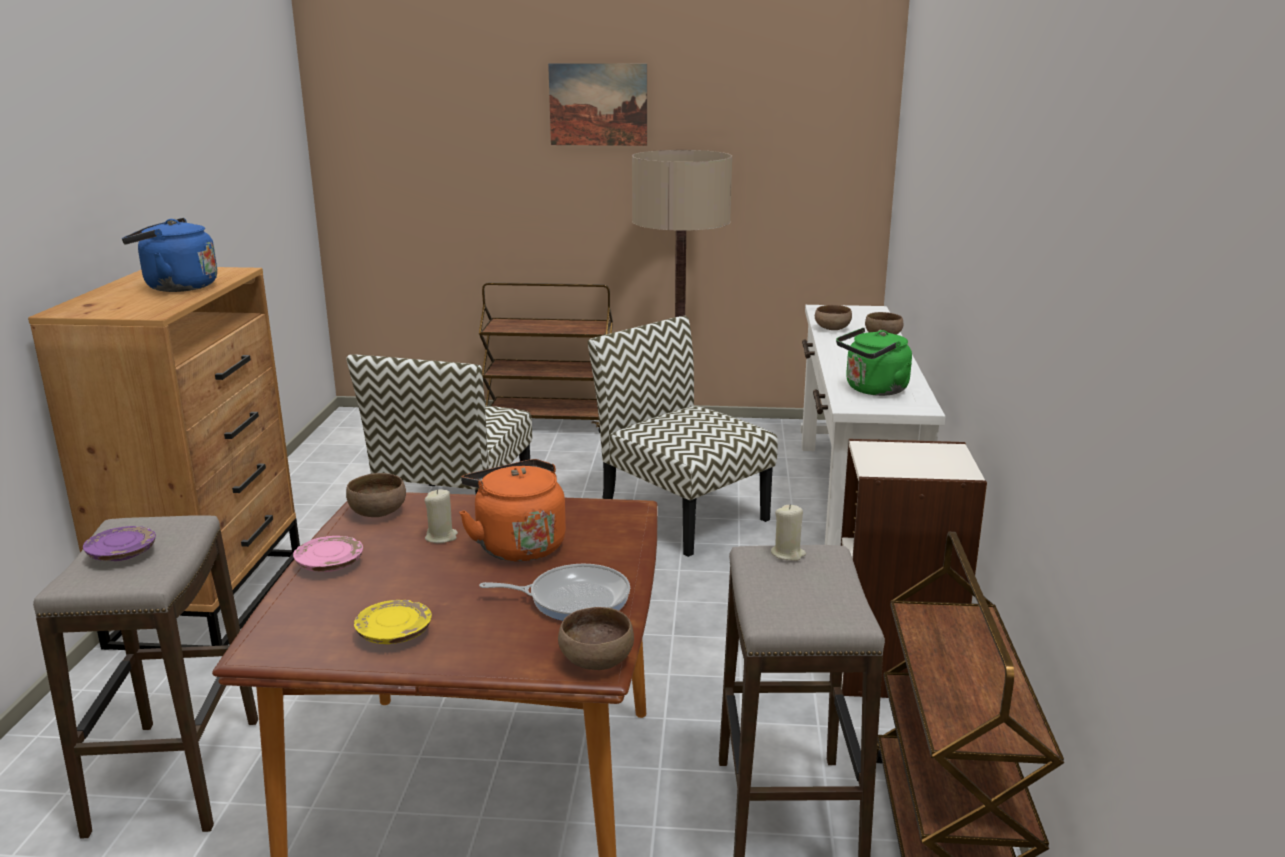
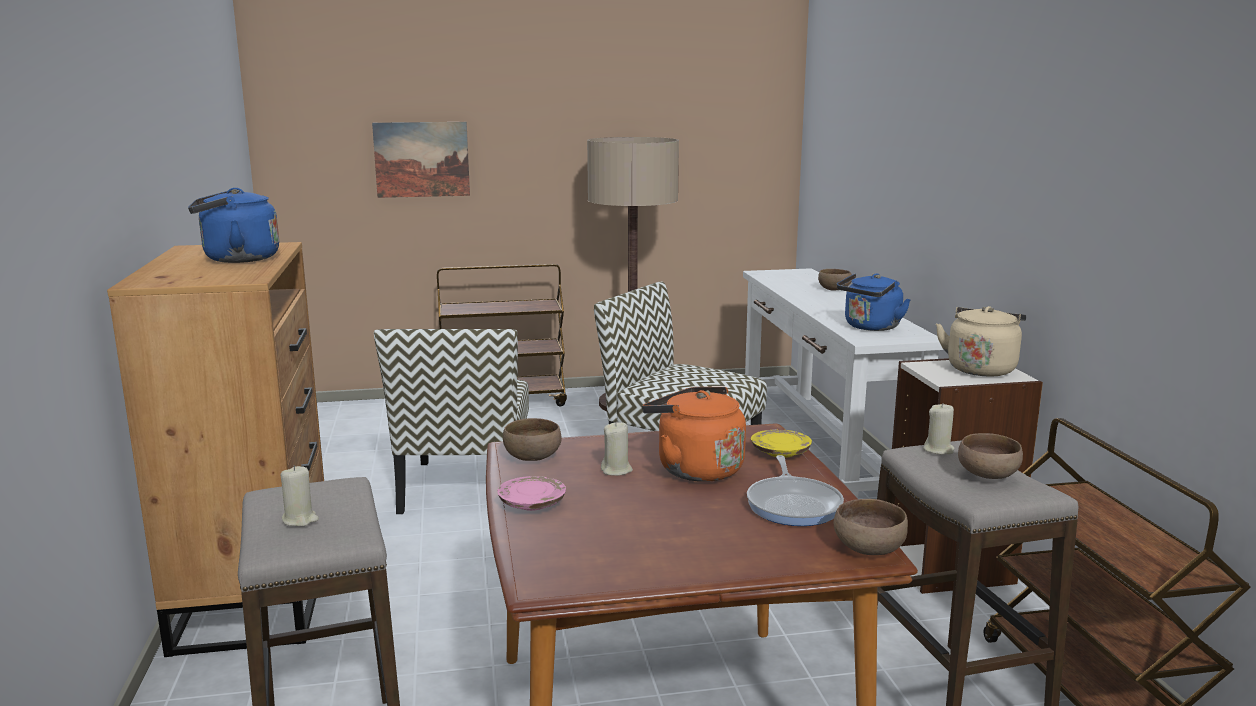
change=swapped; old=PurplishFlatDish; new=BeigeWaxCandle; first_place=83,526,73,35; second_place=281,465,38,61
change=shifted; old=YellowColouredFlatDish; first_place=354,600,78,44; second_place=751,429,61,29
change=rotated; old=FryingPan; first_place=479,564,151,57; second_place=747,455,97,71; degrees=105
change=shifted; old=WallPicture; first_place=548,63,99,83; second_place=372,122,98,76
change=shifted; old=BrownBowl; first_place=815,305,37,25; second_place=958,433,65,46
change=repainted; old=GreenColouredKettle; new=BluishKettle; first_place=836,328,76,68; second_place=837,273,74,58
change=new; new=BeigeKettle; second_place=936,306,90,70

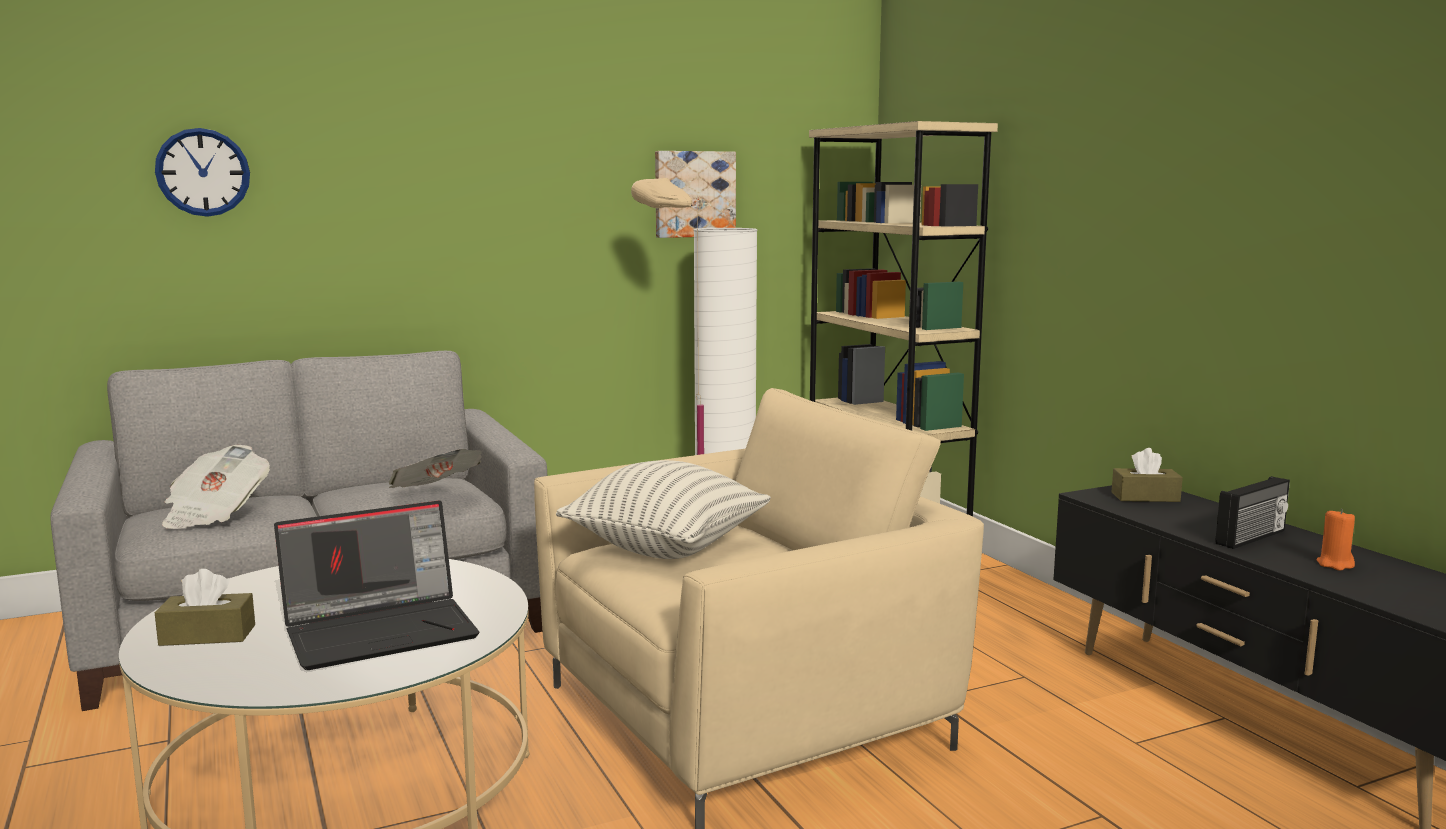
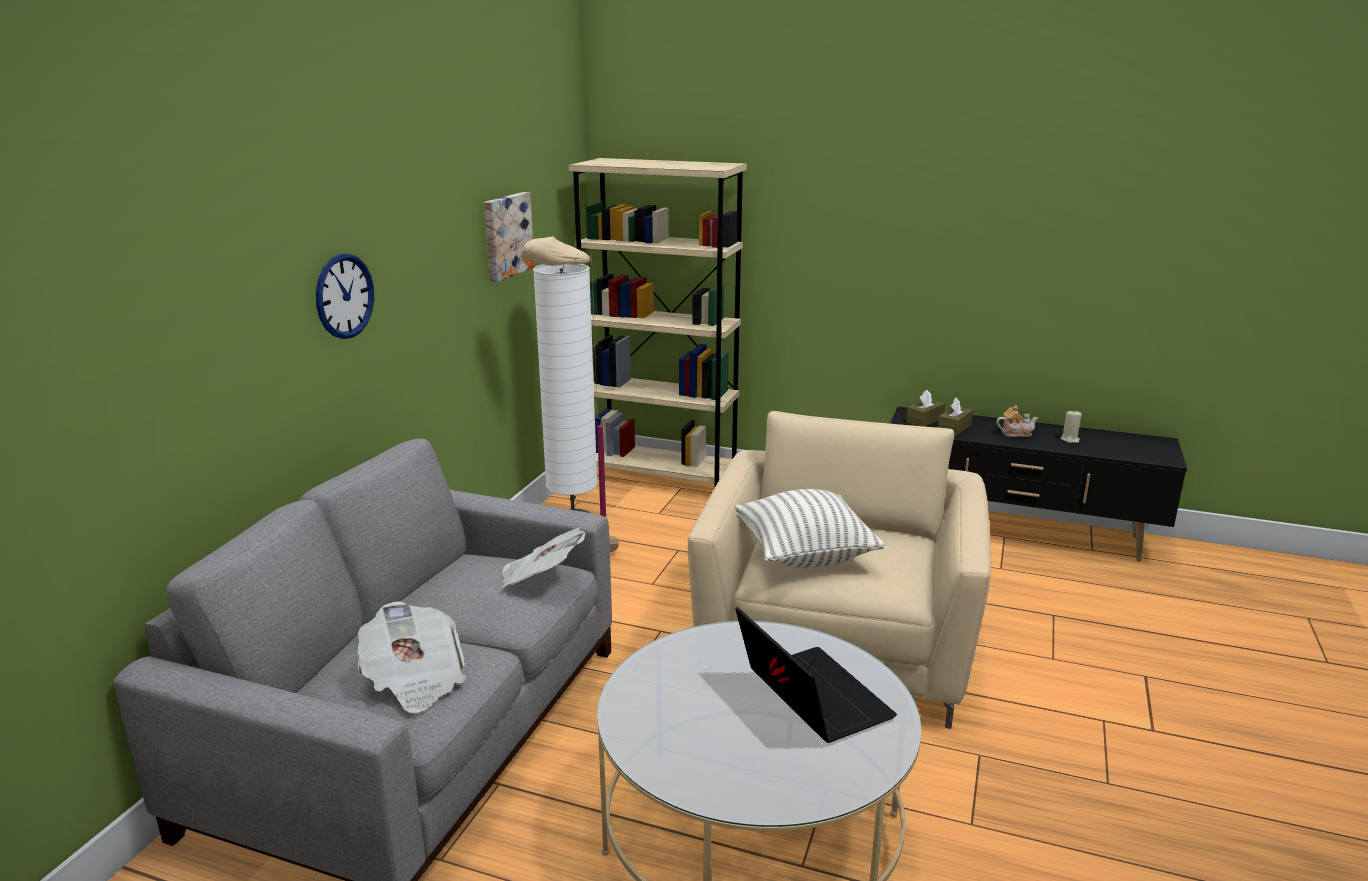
change=shifted; old=HangingClock; first_place=155,128,95,89; second_place=316,254,58,85
change=shifted; old=BrownTissueBox; first_place=155,569,100,77; second_place=938,397,35,39
change=rotated; old=NotebookComputer; first_place=274,501,205,169; second_place=735,607,162,136; degrees=-45
change=swapped; old=RadioSet; new=Teapot; first_place=1215,476,75,73; second_place=997,405,41,32
change=repainted; old=OrangeColouredWaxCandle; new=BeigeWaxCandle; first_place=1316,509,39,62; second_place=1061,410,21,33

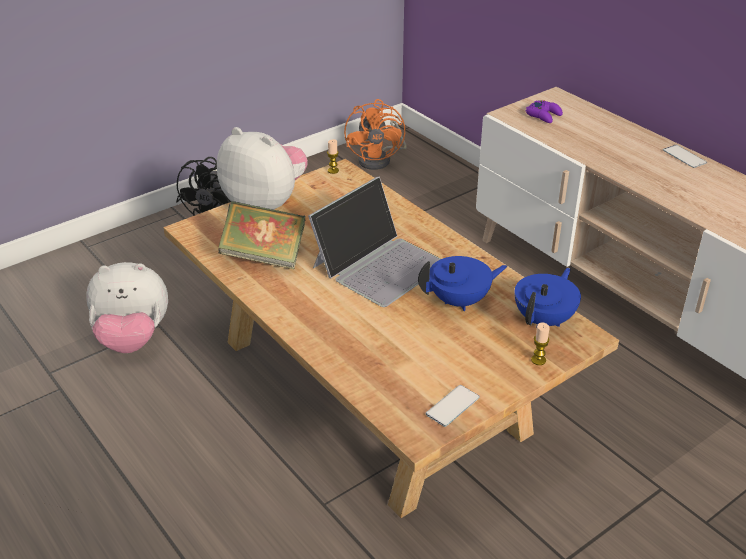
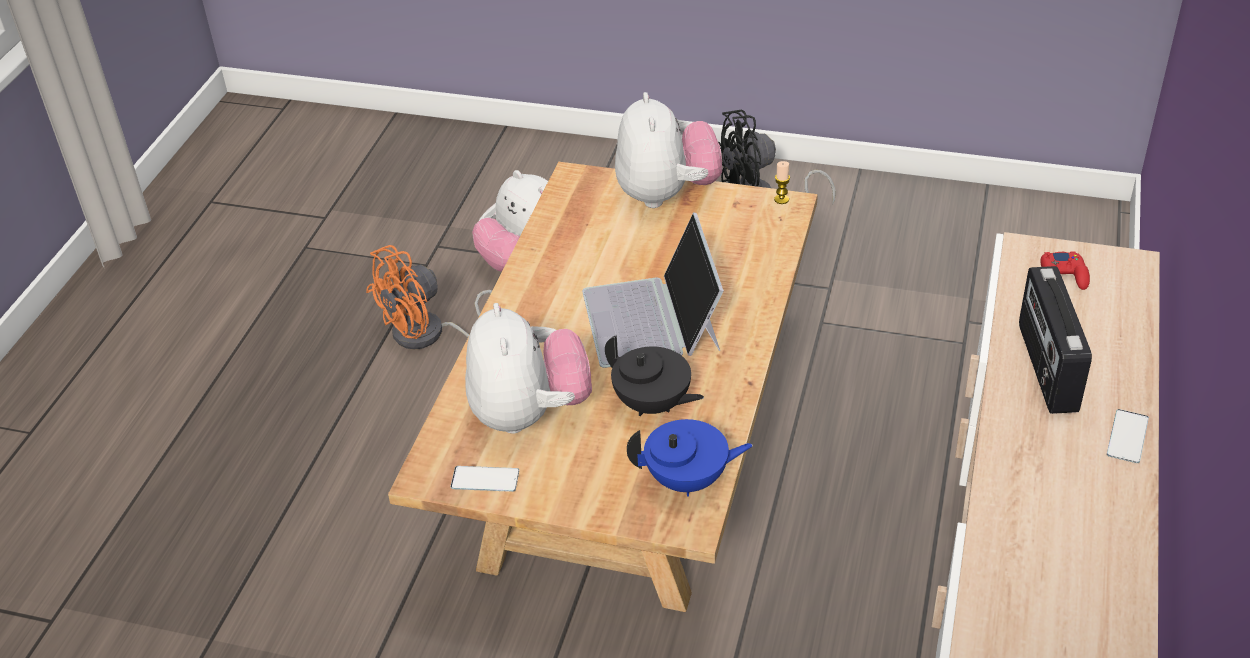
change=gone; old=BoundBook; first_place=219,201,86,68
change=rotated; old=NotebookComputer; first_place=308,176,133,131; second_place=582,212,142,156; degrees=75
change=shifted; old=OrangeColouredFan; first_place=344,99,63,71; second_place=366,245,126,104
change=repainted; old=BluishTeapot; new=BlackColouredTeapot; first_place=418,256,89,55; second_place=605,335,99,81
change=repainted; old=PurplishJoypad; new=ReddishJoypad; first_place=526,100,37,23; second_place=1040,252,50,38
change=gone; old=WaxCandle; first_place=531,323,19,42
change=new; new=SoftToy; second_place=465,303,127,131
change=new; new=RadioSet; second_place=1019,266,73,148

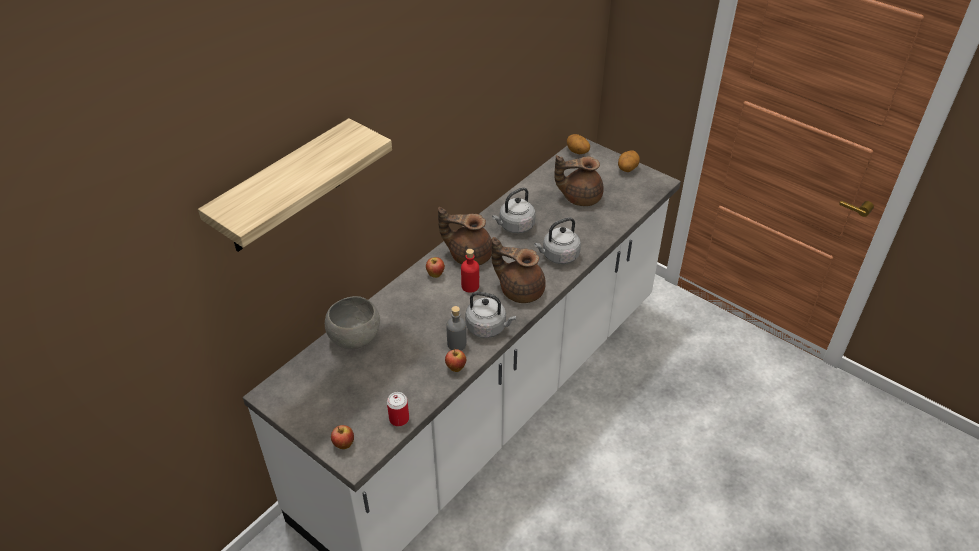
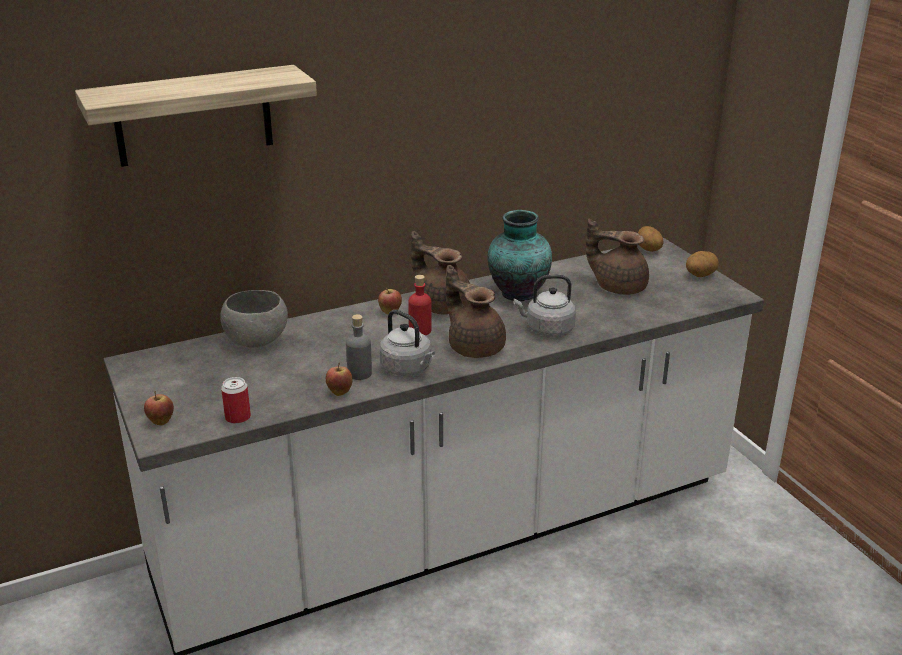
change=swapped; old=GreyishKettle; new=DecorativeVase; first_place=492,187,44,46; second_place=487,210,65,91

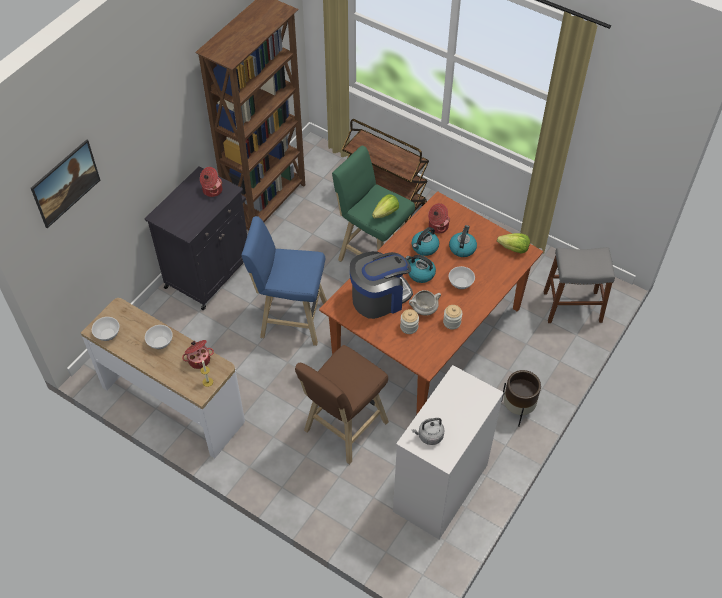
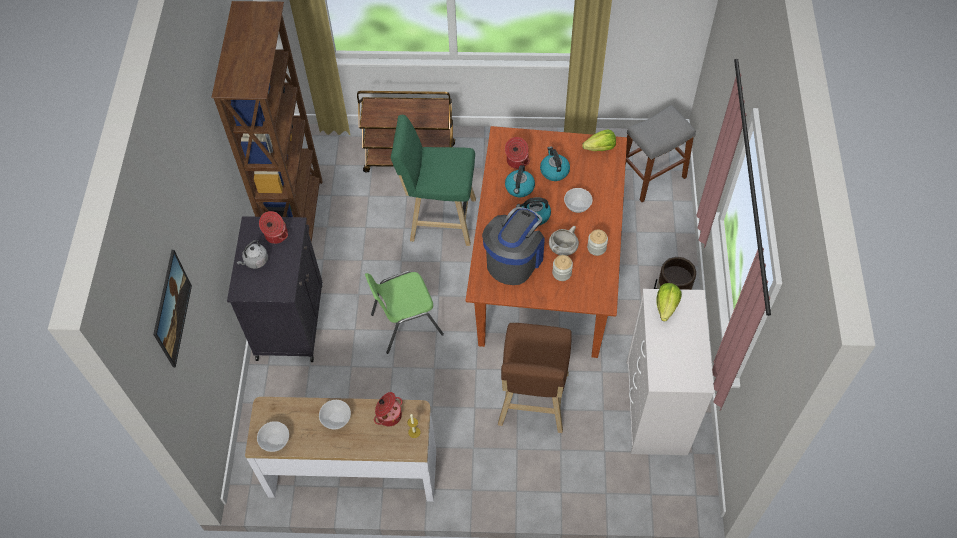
change=swapped; old=BluishStool; new=GreenColouredChair; first_place=241,216,86,130; second_place=365,271,79,83
change=shifted; old=HeadOfLettuce; first_place=372,194,27,25; second_place=656,283,26,39
change=shifted; old=GreyishKettle; first_place=412,418,33,27; second_place=237,240,31,29

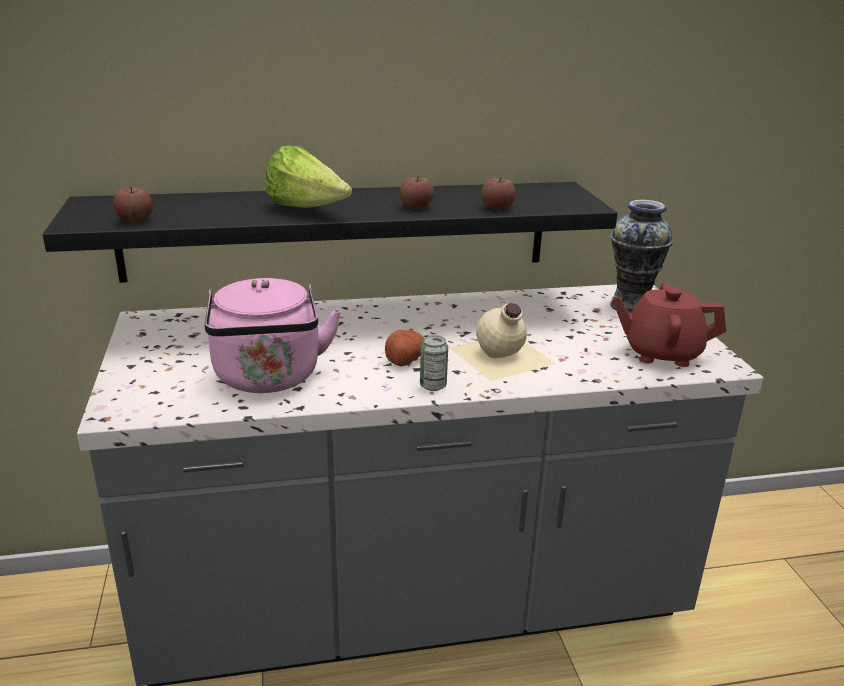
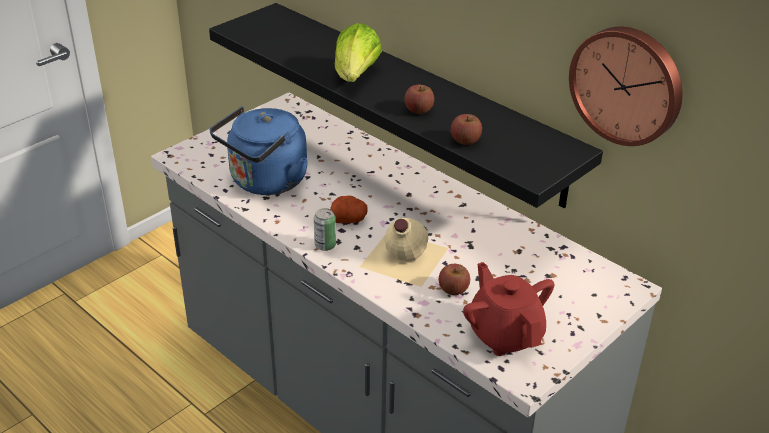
change=shifted; old=AppleFruit; first_place=113,187,40,36; second_place=439,264,31,31
change=repainted; old=PinkColouredKettle; new=BluishKettle; first_place=205,278,136,115; second_place=210,106,97,89
change=gone; old=DecorativeVase; first_place=610,200,63,113
change=new; new=HangingClock; second_place=569,26,114,120

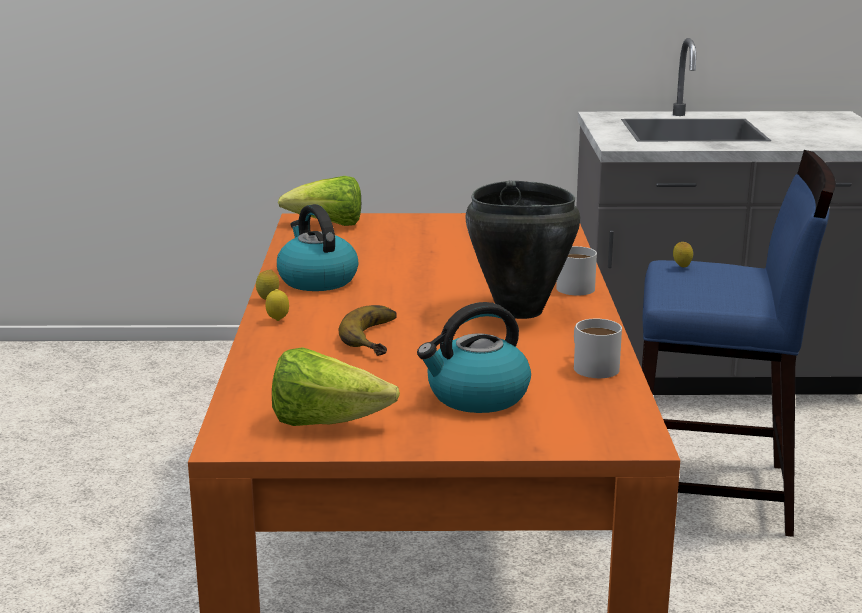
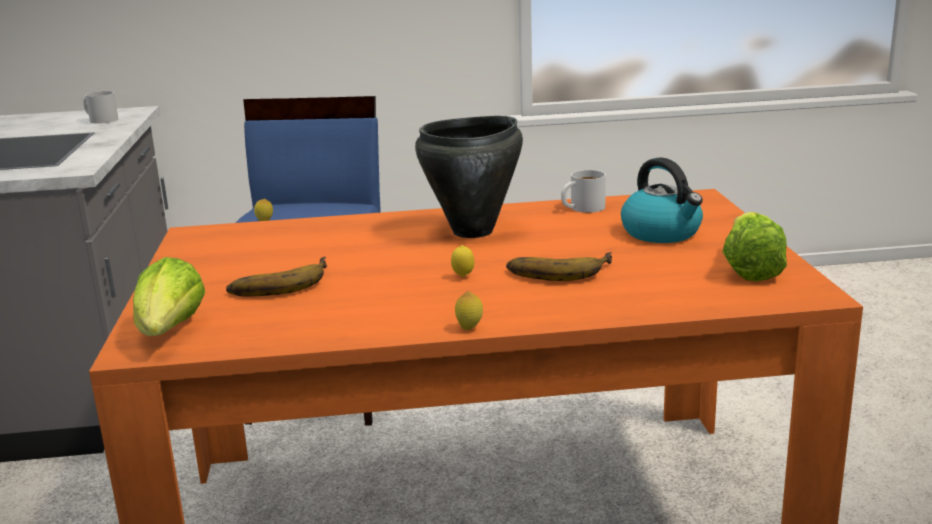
change=shifted; old=CitrusFruit; first_place=265,289,24,32; second_place=451,245,23,32
change=gone; old=Kettle; first_place=277,204,81,87
change=shifted; old=WhiteColouredCoffeeMug; first_place=556,246,41,49; second_place=83,91,35,33
change=new; new=BananaFruit; second_place=226,257,101,39

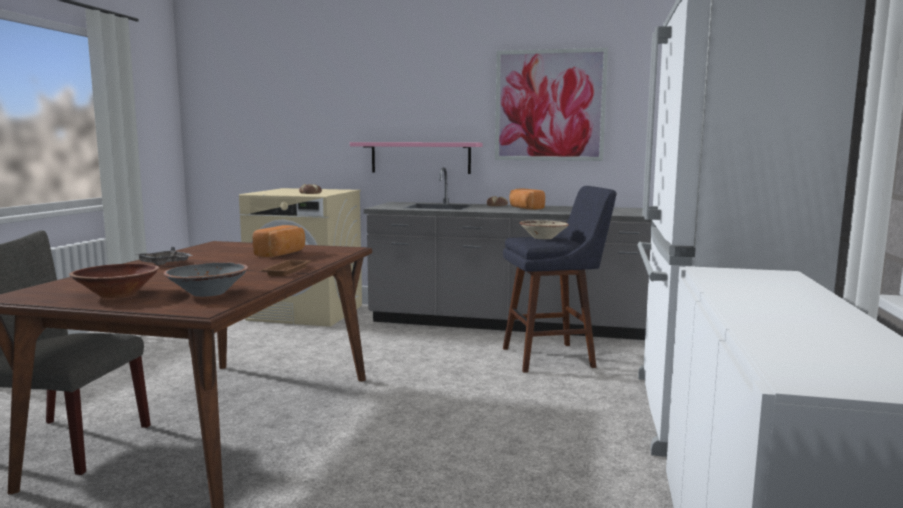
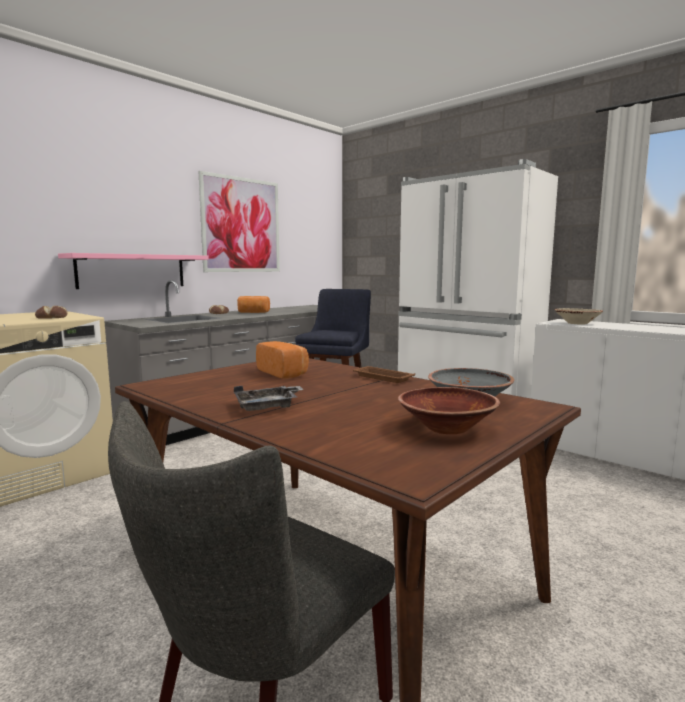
change=shifted; old=BeigeBowl; first_place=519,220,50,19; second_place=554,308,49,17

